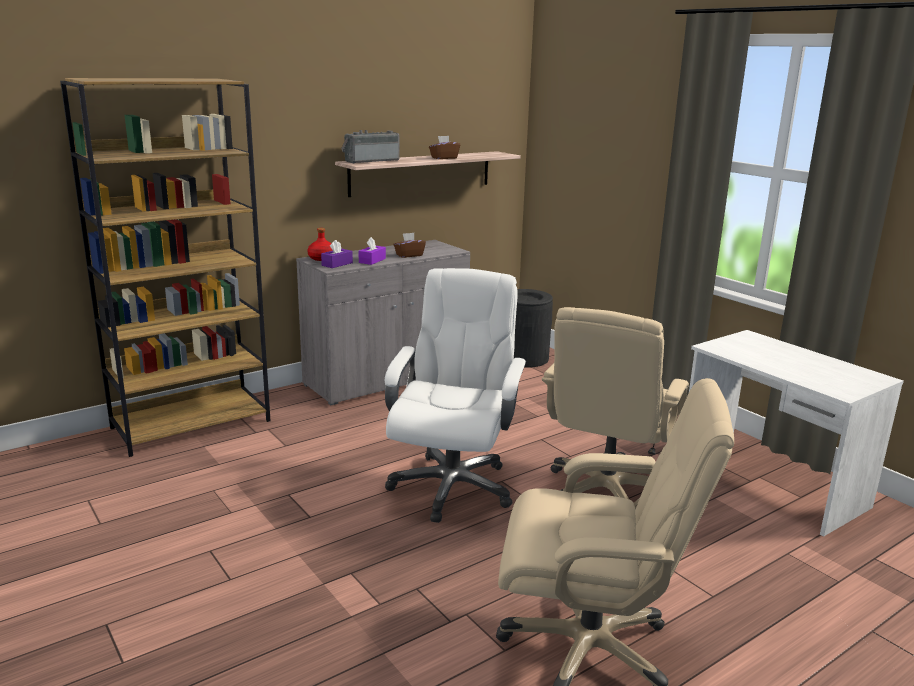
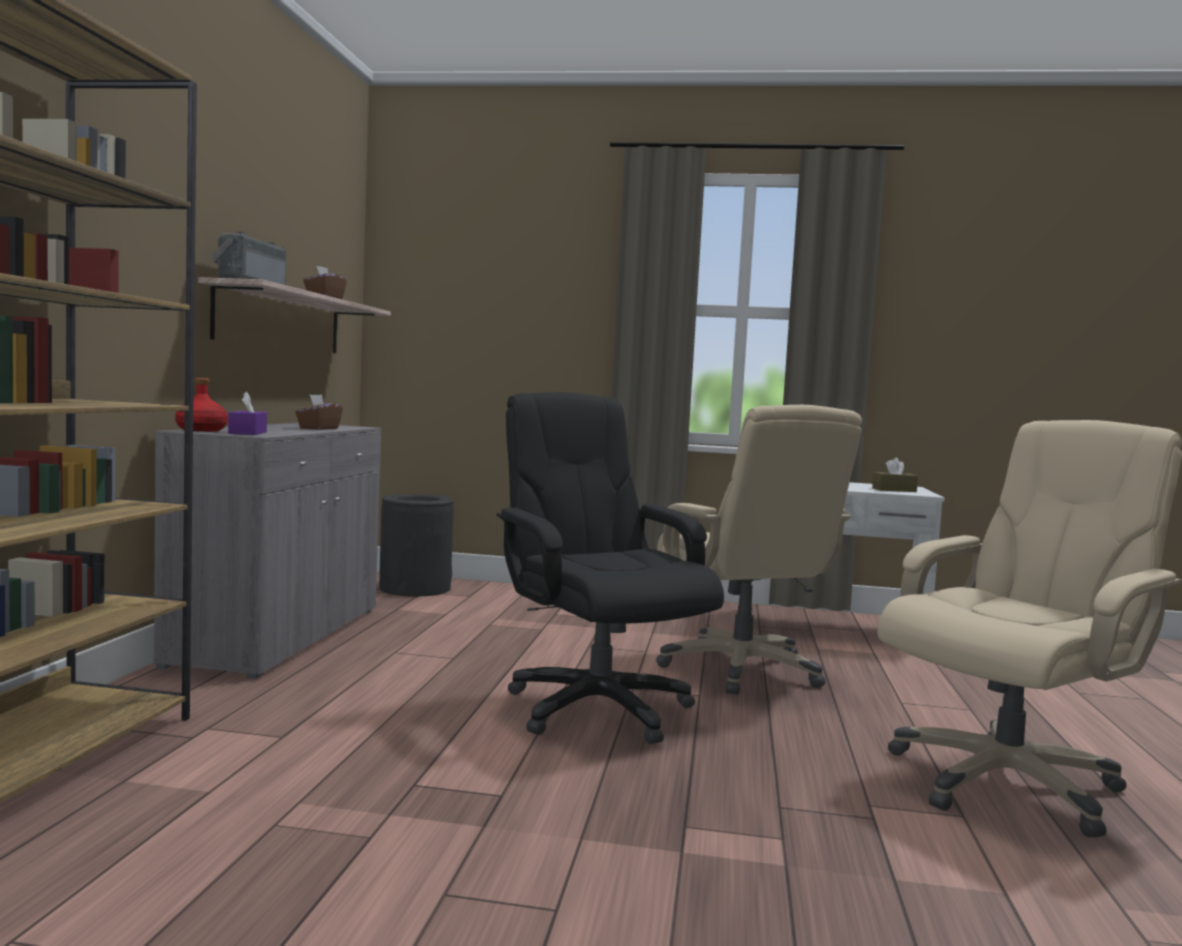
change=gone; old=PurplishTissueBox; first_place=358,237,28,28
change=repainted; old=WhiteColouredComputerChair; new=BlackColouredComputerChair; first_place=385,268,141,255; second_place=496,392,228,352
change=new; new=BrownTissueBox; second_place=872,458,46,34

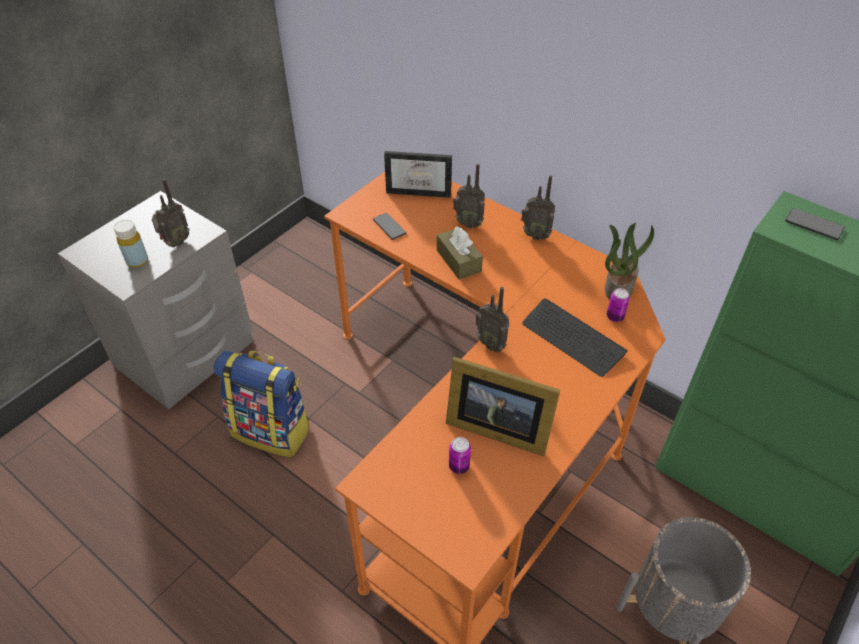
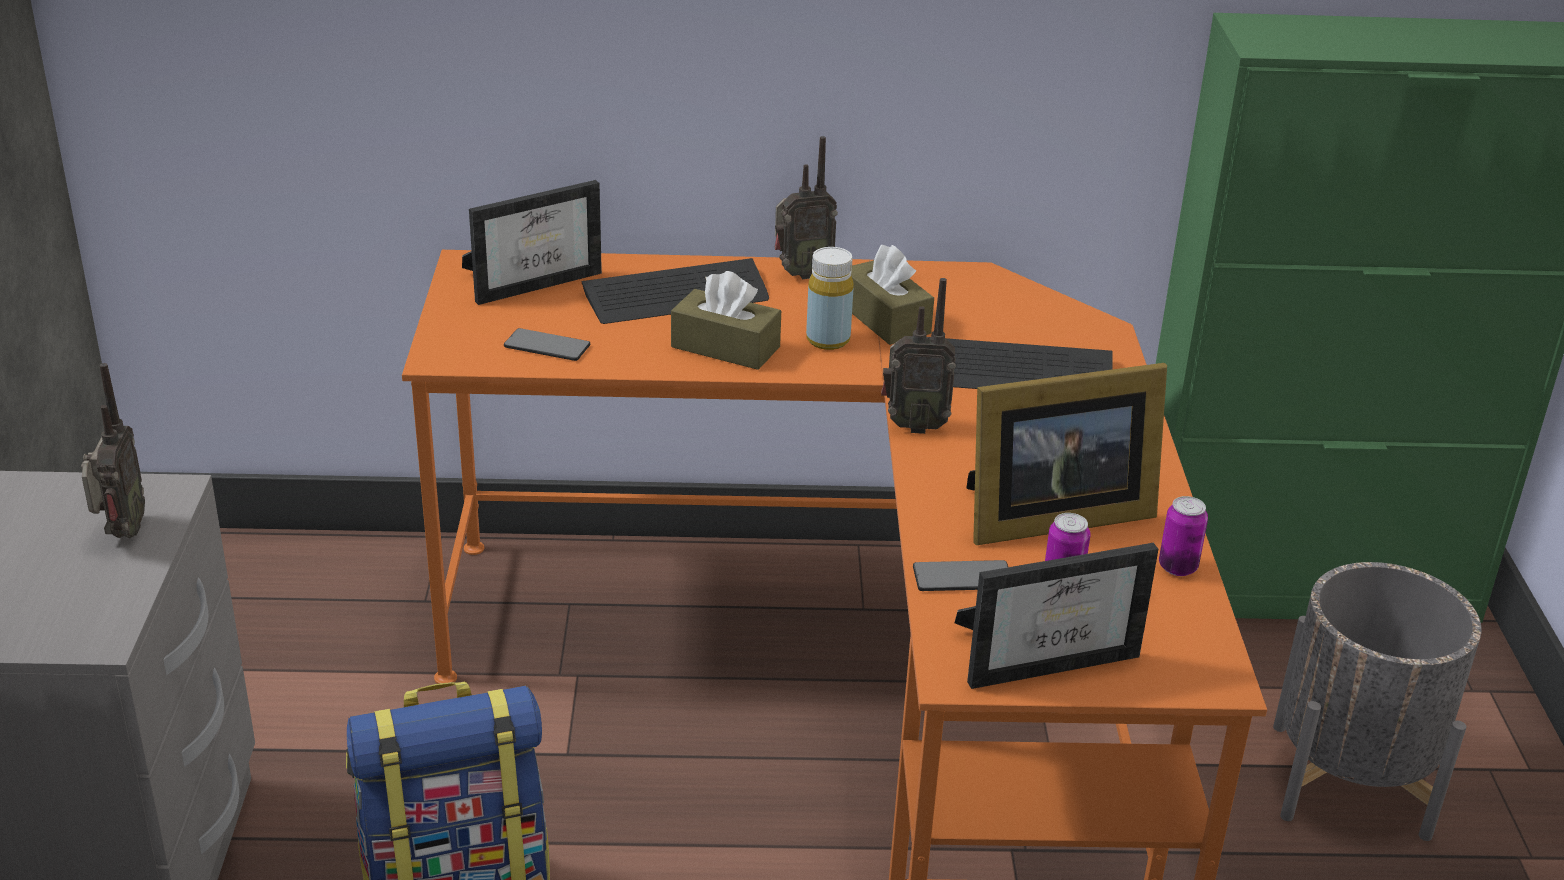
change=shifted; old=YellowColouredDrinkBottle; first_place=113,219,35,49; second_place=806,247,48,103
change=swapped; old=RadioSet; new=PcKeyboard; first_place=453,164,32,64; second_place=581,258,188,66
change=gone; old=Houseplant; first_place=605,223,49,76
change=shifted; old=SealedCan; first_place=607,288,23,34; second_place=1159,496,49,80
change=shifted; old=Handset; first_place=785,208,59,32; second_place=913,560,95,31
change=new; new=BrownTissueBox; second_place=851,245,83,100
change=new; new=StandingFrame; second_place=955,543,203,146

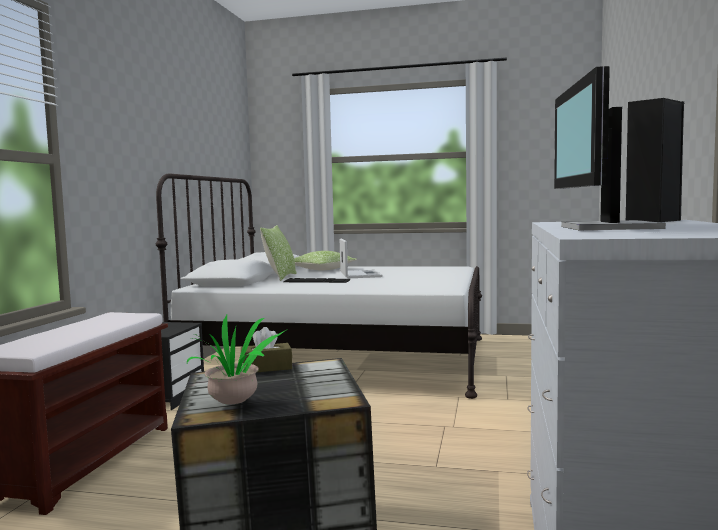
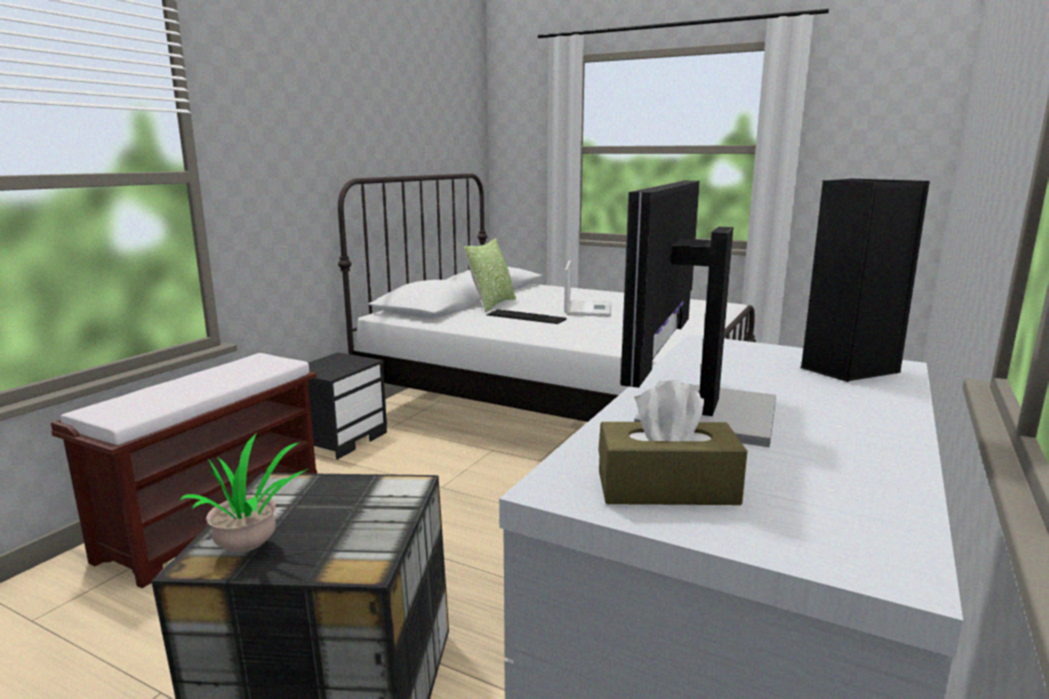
change=shifted; old=BrownTissueBox; first_place=241,327,51,45; second_place=598,380,149,125
change=gone; old=Pillow; first_place=294,251,63,20

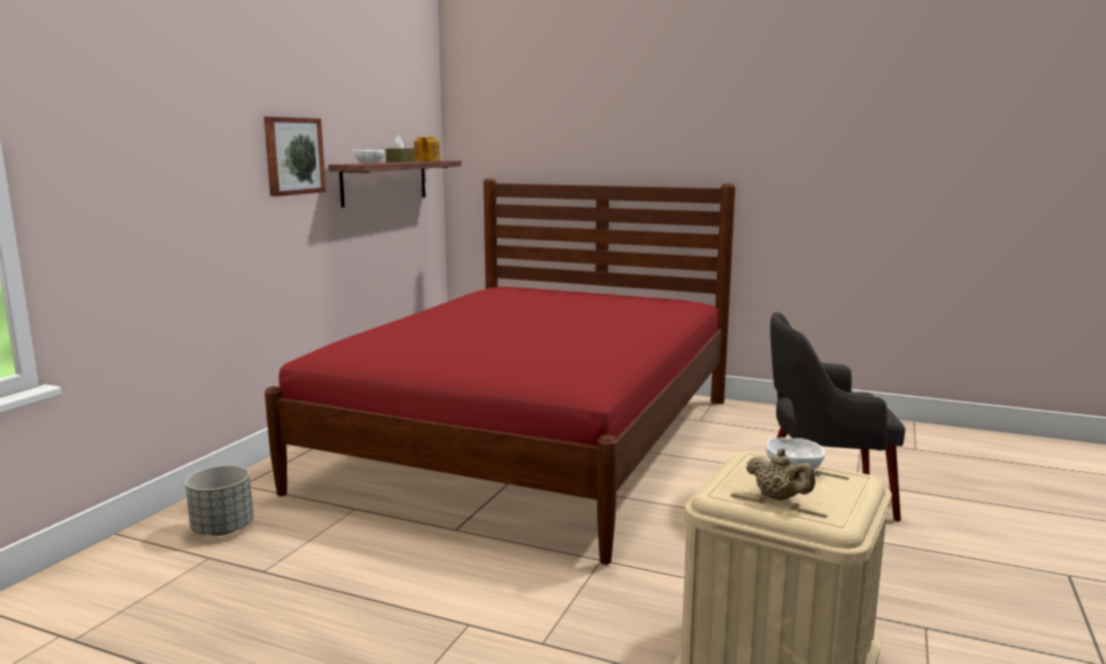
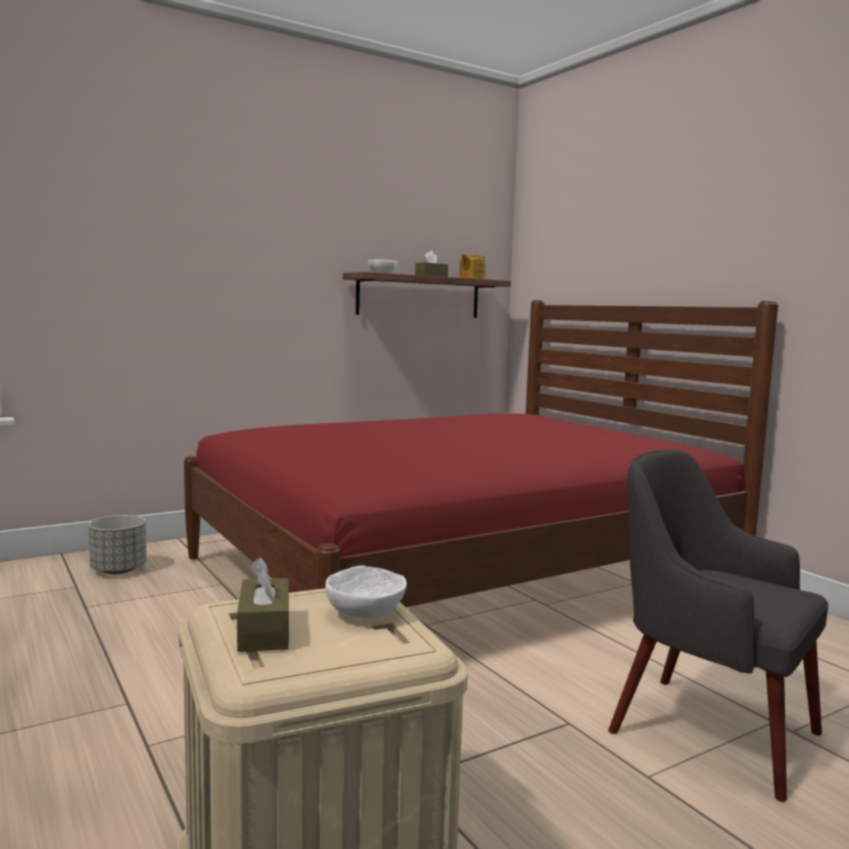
change=gone; old=WallPicture; first_place=264,117,62,79
change=swapped; old=BeigeTeapot; new=BrownTissueBox; first_place=746,448,69,52; second_place=237,557,52,95

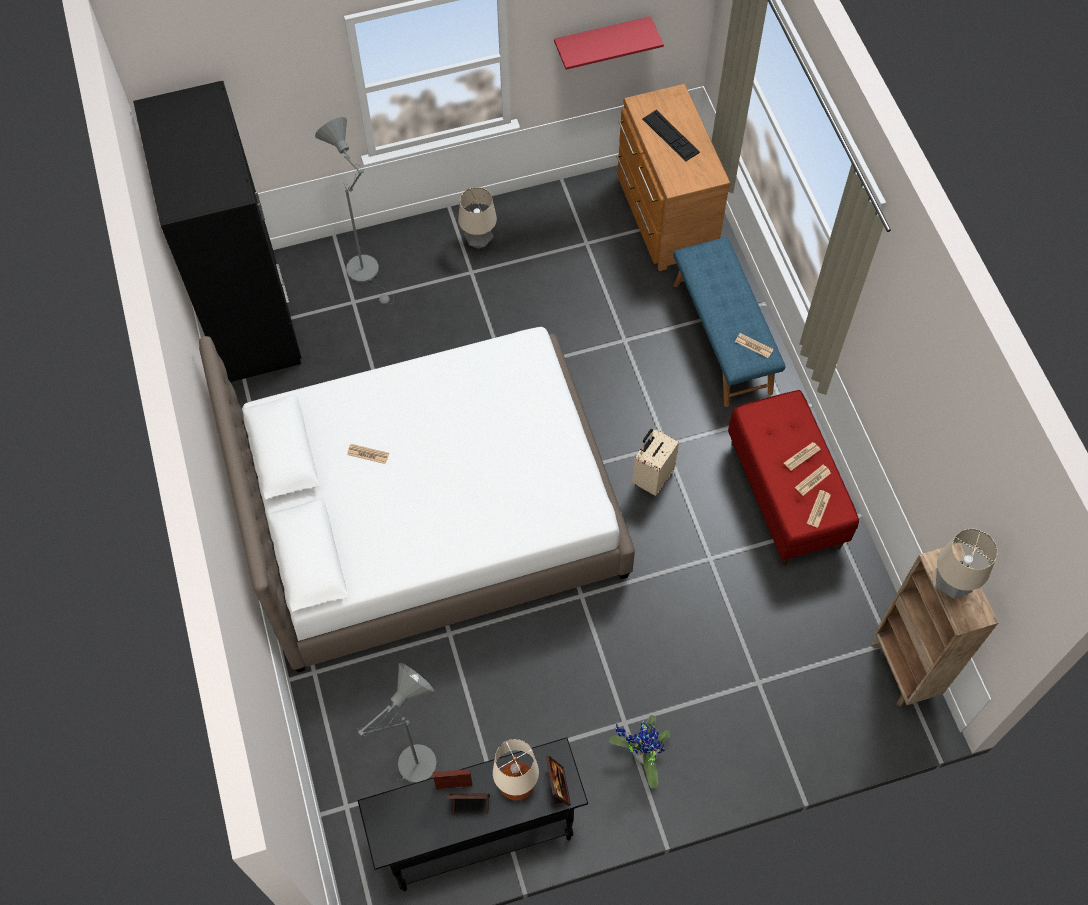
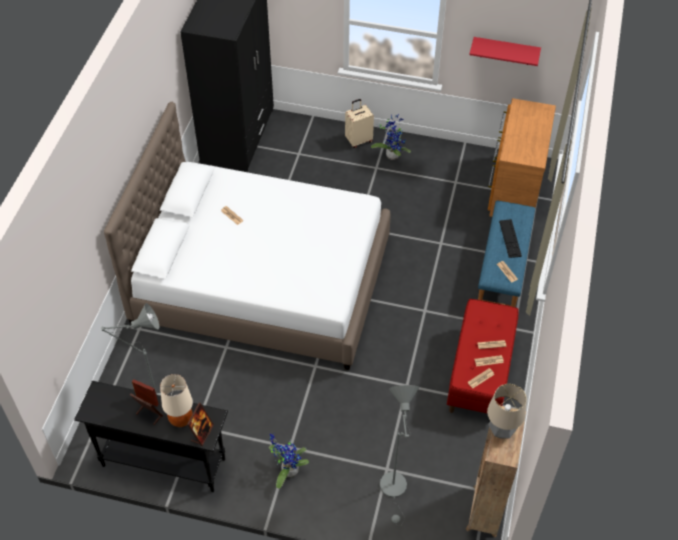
change=shifted; old=GreyishFloorLamp; first_place=315,117,79,188; second_place=380,385,39,138
change=swapped; old=LampForATable; new=Houseplant; first_place=458,187,39,62; second_place=371,114,40,46
change=shifted; old=BeigePieceOfLuggage; first_place=632,429,47,67; second_place=345,99,29,49
change=shifted; old=PcKeyboard; first_place=643,110,57,52; second_place=499,219,23,39

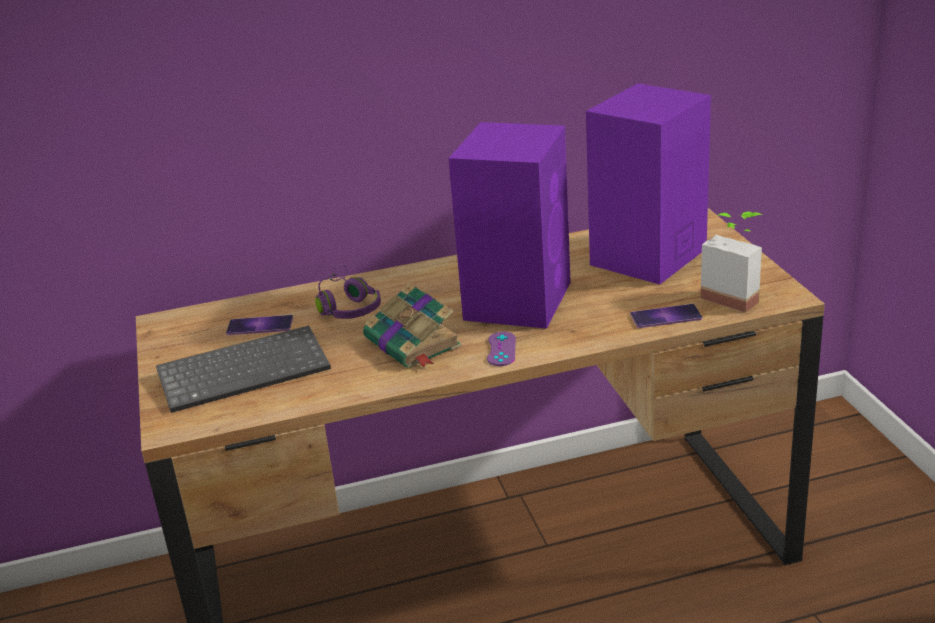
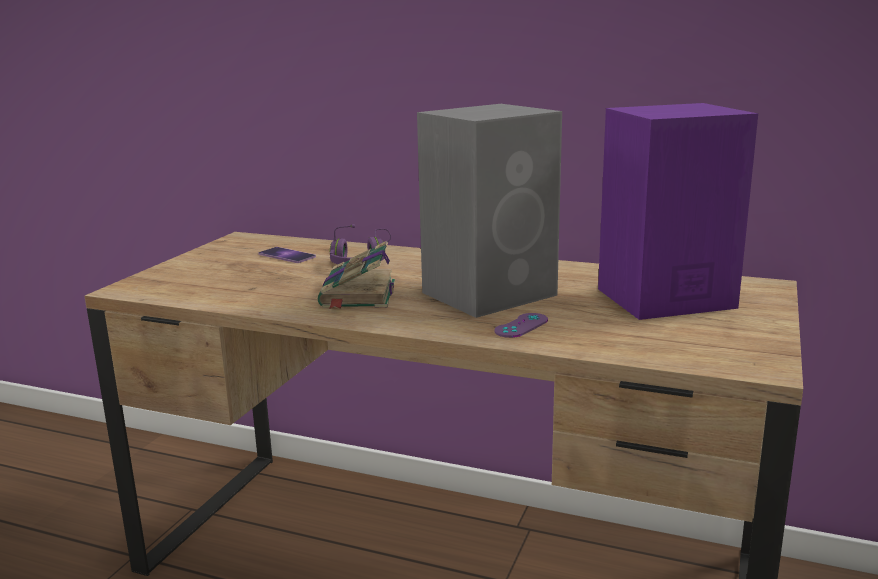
change=gone; old=PcKeyboard; first_place=156,326,175,87
change=repainted; old=PurplishLoudspeaker; new=GreyishLoudspeaker; first_place=448,122,123,207; second_place=417,104,145,214
change=shifted; old=PurplishJoypad; first_place=487,332,29,34; second_place=494,313,54,25
change=gone; old=Handset; first_place=630,304,72,24
change=gone; old=Houseplant; first_place=700,212,62,101

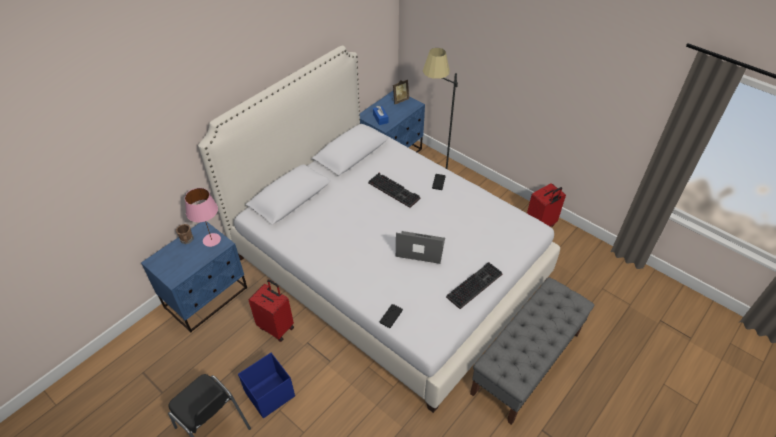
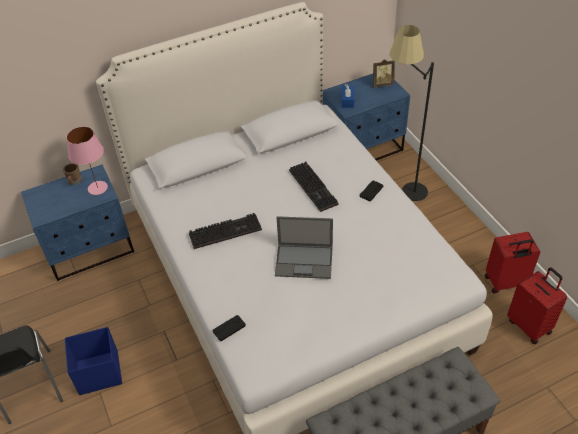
change=shifted; old=ReddishPieceOfLuggage; first_place=248,279,46,63; second_place=507,267,60,77
change=rotated; old=NotebookComputer; first_place=396,231,49,33; second_place=275,216,58,63; degrees=150
change=shifted; old=PcKeyboard; first_place=446,262,57,47; second_place=189,213,73,36

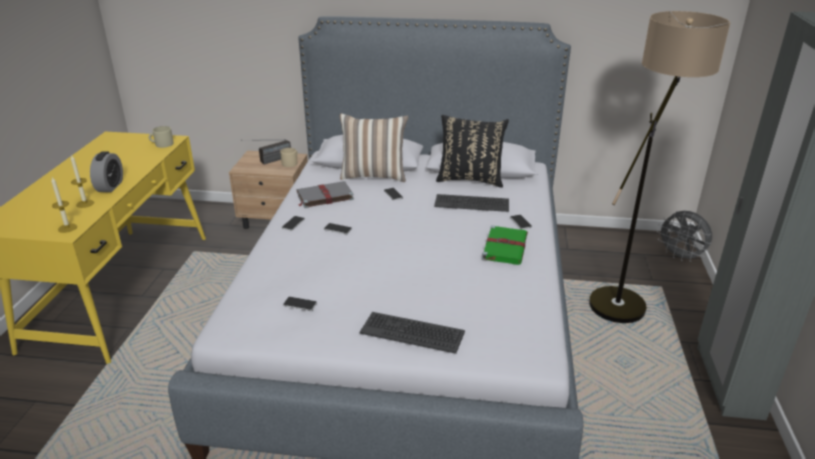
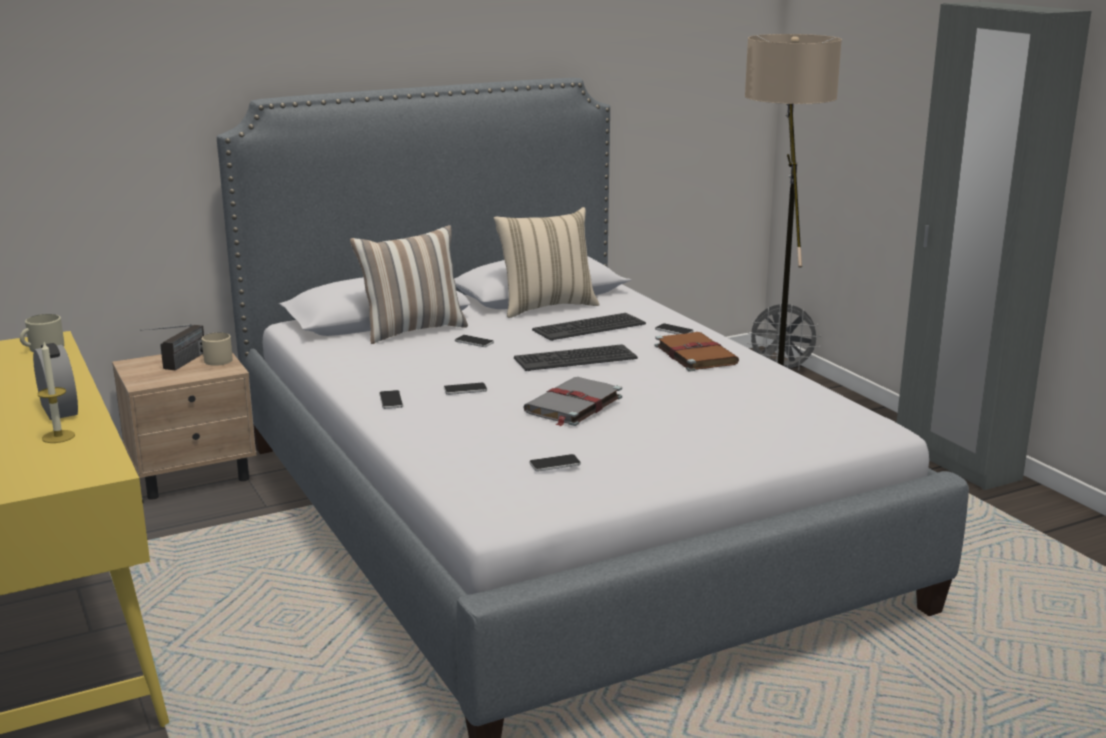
change=gone; old=WaxCandle; first_place=51,177,26,56
change=shifted; old=GreyishBoundBook; first_place=297,181,57,27; second_place=523,377,99,50
change=shifted; old=PcKeyboard; first_place=359,312,106,42; second_place=514,344,124,27
change=repainted; old=BlackColouredPillow; new=BeigePillow; first_place=436,115,73,73; second_place=494,207,106,111
change=repainted; old=GreenColouredBoundBook; new=BrownBoundBook; first_place=482,225,46,40; second_place=655,332,84,40

